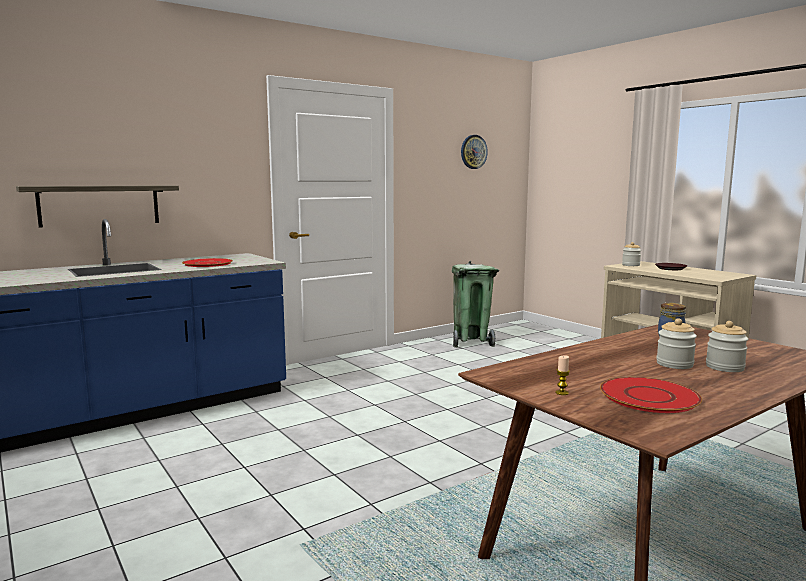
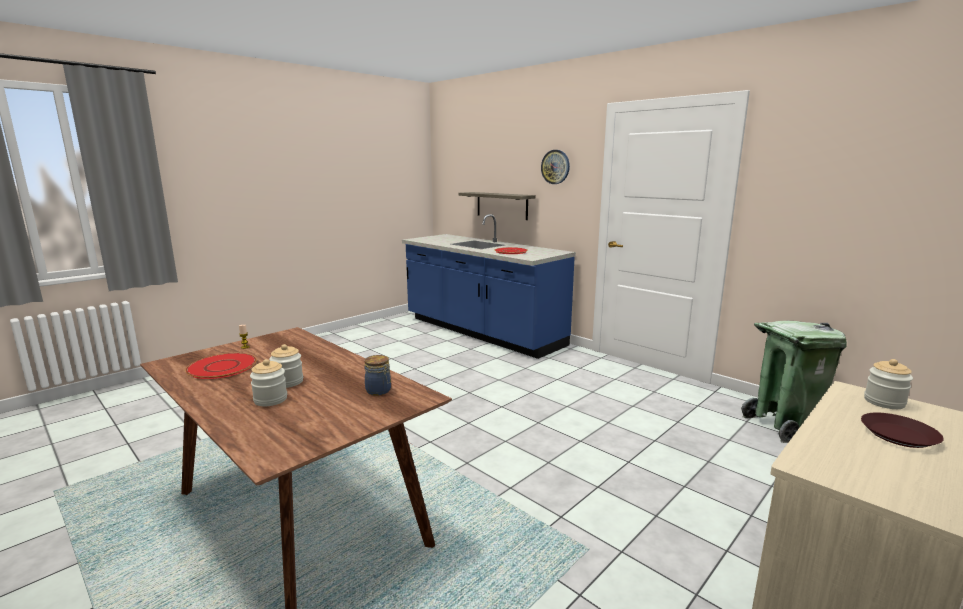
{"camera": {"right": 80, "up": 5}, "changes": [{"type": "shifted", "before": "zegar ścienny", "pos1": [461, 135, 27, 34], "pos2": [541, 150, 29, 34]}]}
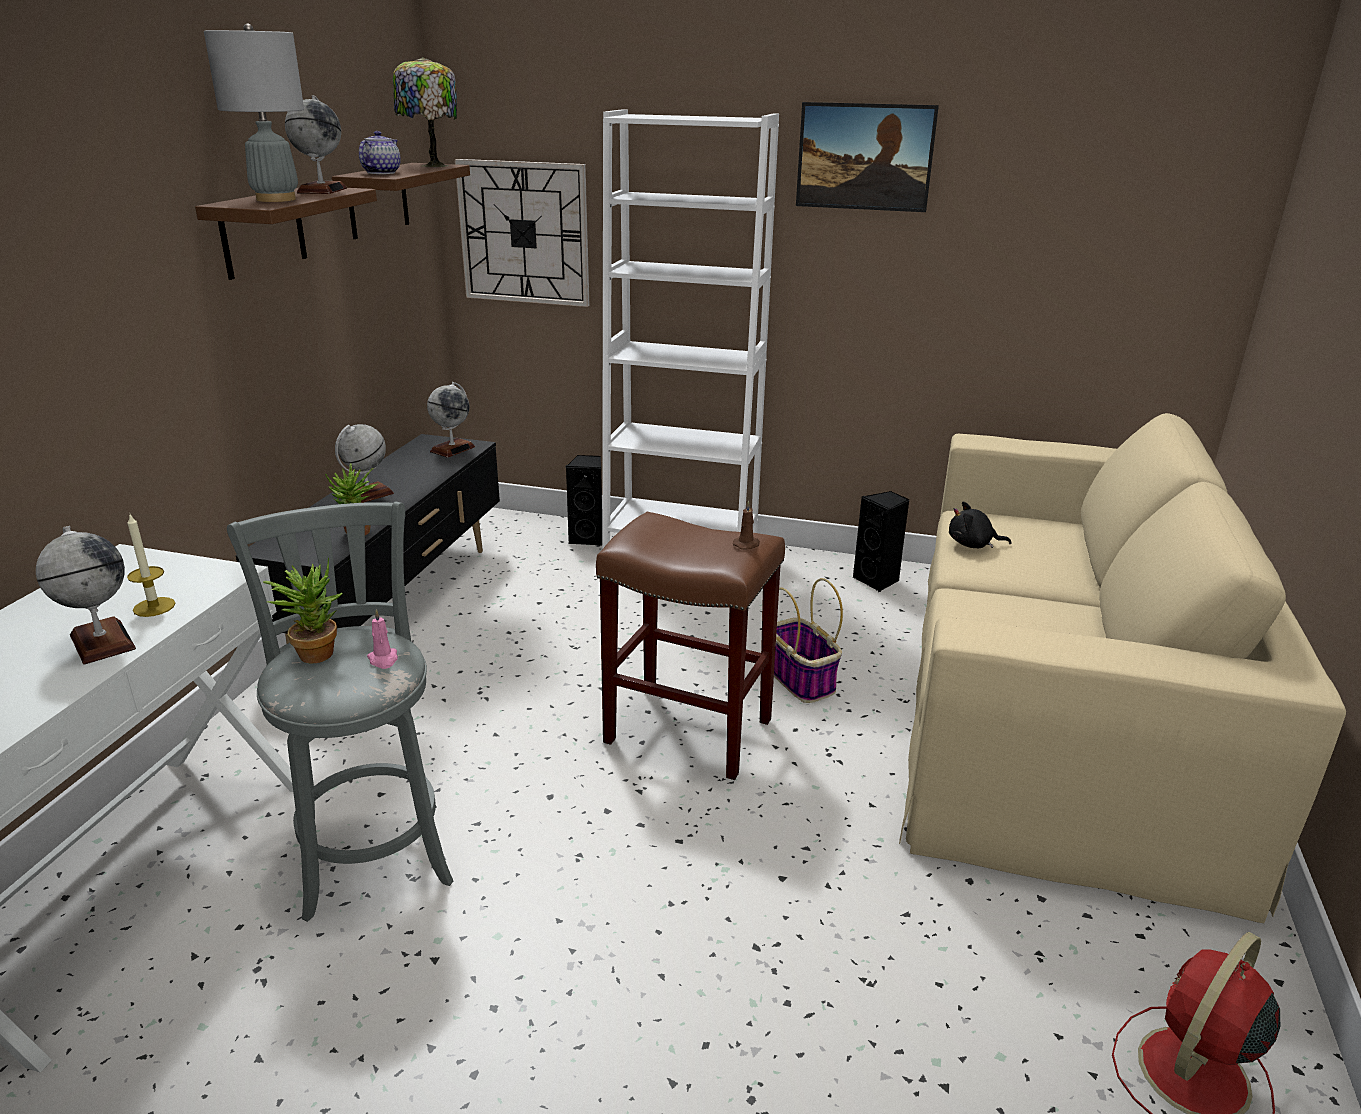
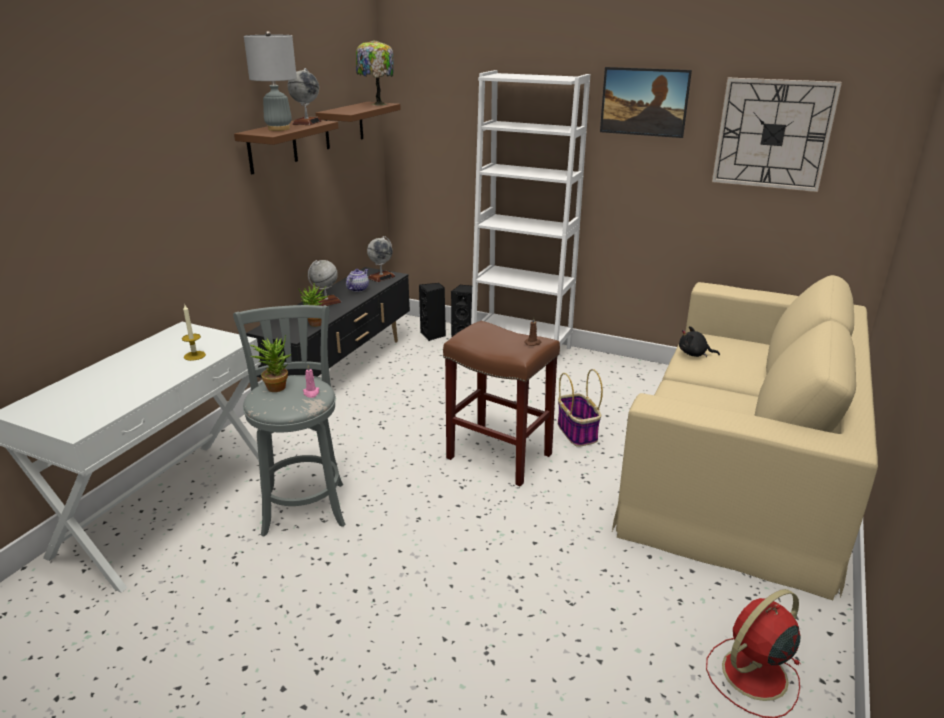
{"camera": {"right": 10, "up": 0}, "changes": [{"type": "shifted", "before": "imbryk", "pos1": [359, 131, 42, 43], "pos2": [346, 269, 23, 23]}, {"type": "shifted", "before": "głośnik [czarny]", "pos1": [853, 491, 57, 101], "pos2": [419, 283, 27, 58]}, {"type": "shifted", "before": "zegar ścienny", "pos1": [455, 159, 135, 148], "pos2": [712, 77, 130, 115]}, {"type": "gone", "before": "globus", "pos1": [36, 526, 100, 139]}]}
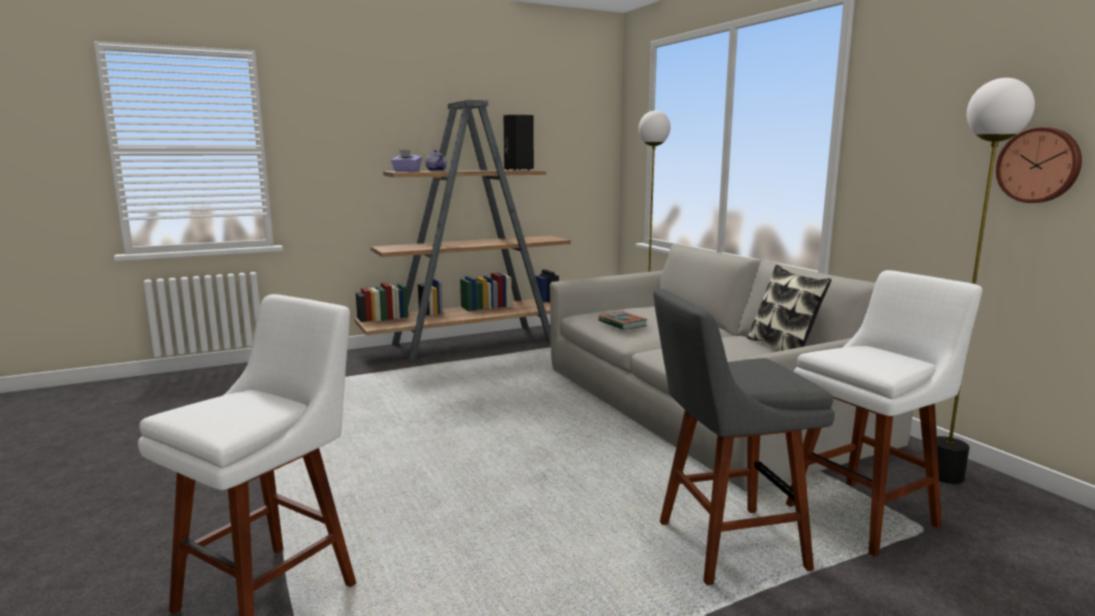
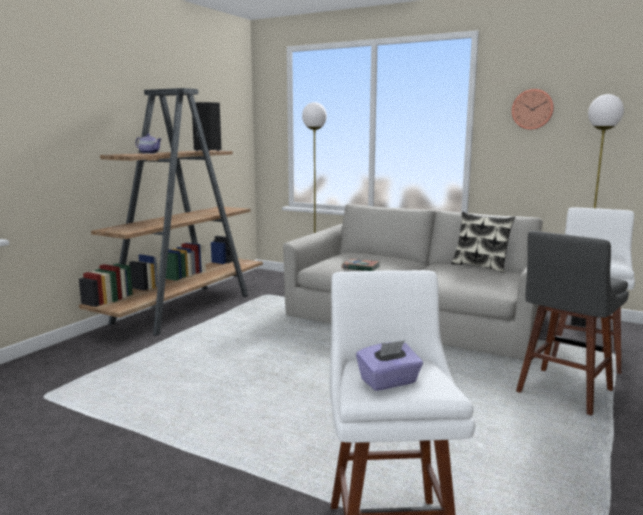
{"camera": {"right": -35, "up": 0}, "changes": [{"type": "shifted", "before": "pudełko chusteczek [fioletowy]", "pos1": [391, 150, 31, 22], "pos2": [356, 340, 67, 51]}, {"type": "shifted", "before": "zegar ścienny", "pos1": [996, 127, 86, 76], "pos2": [512, 89, 42, 41]}]}
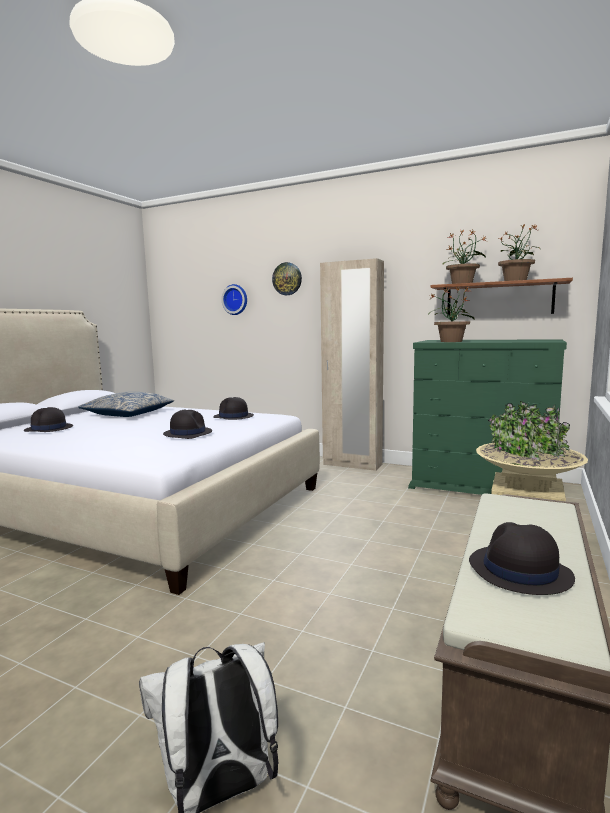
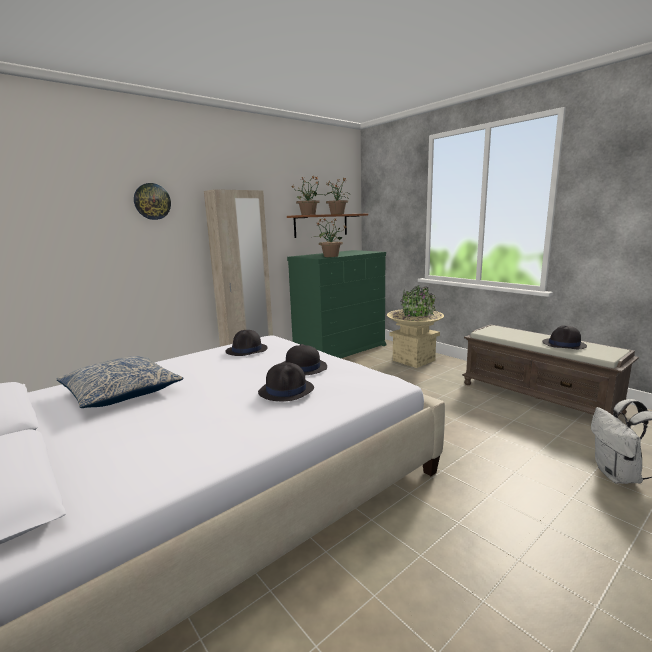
{"camera": {"right": -65, "up": 5}, "changes": [{"type": "shifted", "before": "kapelusz [czarny]", "pos1": [24, 407, 49, 25], "pos2": [258, 363, 56, 38]}, {"type": "gone", "before": "zegar ścienny", "pos1": [221, 284, 26, 31]}]}
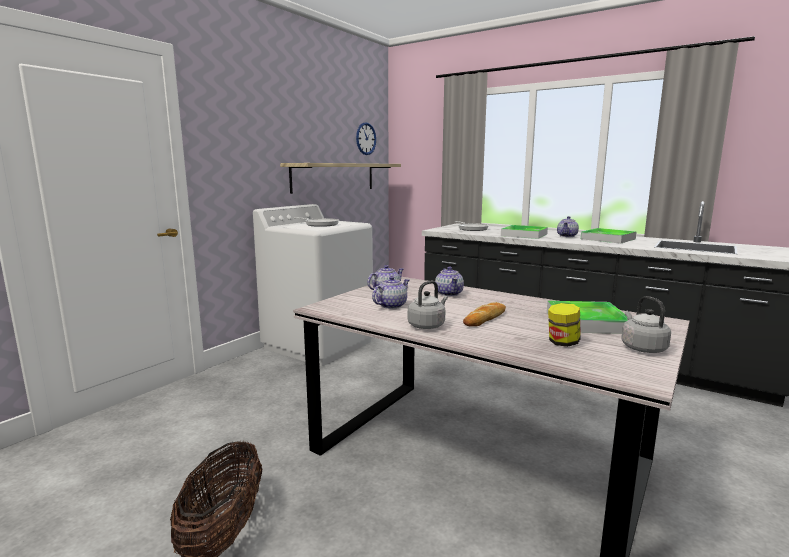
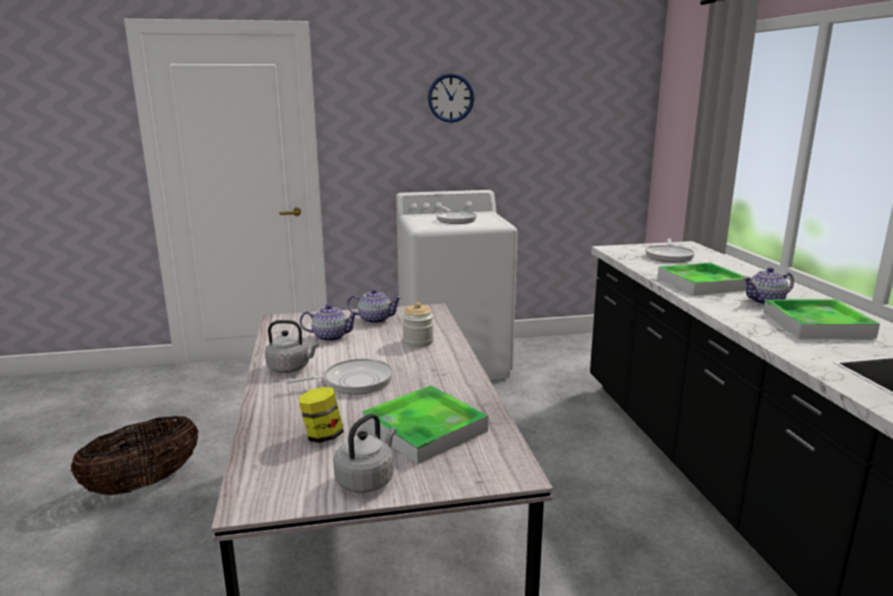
{"camera": {"right": 45, "up": 5}, "changes": [{"type": "swapped", "before": "chleb", "after": "patelnia", "pos1": [463, 302, 43, 25], "pos2": [285, 359, 108, 35]}, {"type": "swapped", "before": "imbryk", "after": "słoik", "pos1": [435, 267, 29, 29], "pos2": [402, 302, 32, 45]}, {"type": "shifted", "before": "zegar ścienny", "pos1": [356, 122, 20, 33], "pos2": [428, 73, 46, 50]}, {"type": "gone", "before": "półka", "pos1": [280, 163, 121, 31]}]}
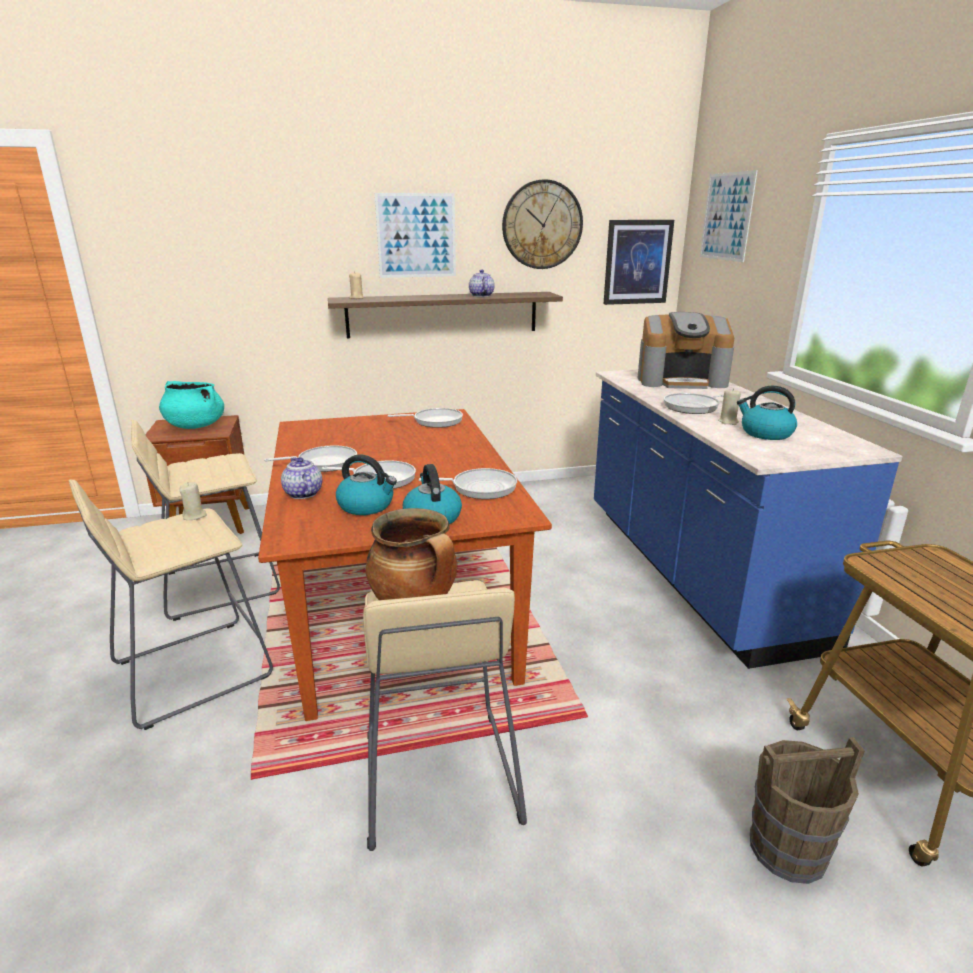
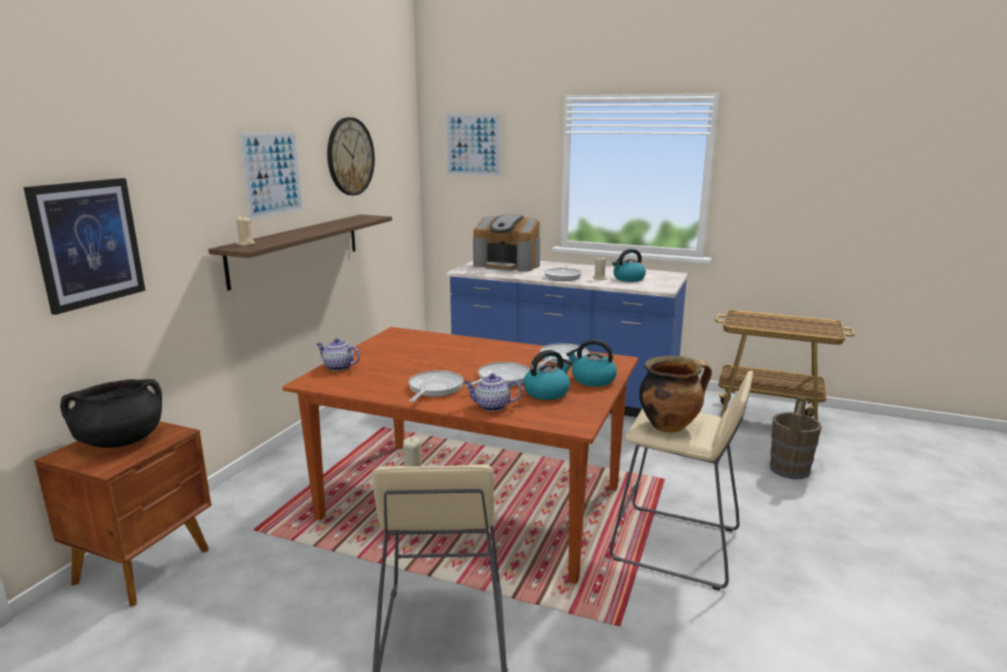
{"camera": {"right": -55, "up": -5}, "changes": [{"type": "shifted", "before": "obraz", "pos1": [604, 220, 70, 85], "pos2": [23, 178, 122, 137]}, {"type": "repainted", "before": "garnek [turkusowy]", "after": "garnek [czarny]", "pos1": [159, 381, 65, 48], "pos2": [60, 379, 102, 69]}, {"type": "shifted", "before": "imbryk", "pos1": [469, 270, 26, 27], "pos2": [316, 339, 44, 32]}, {"type": "rotated", "before": "ekspres do kawy", "pos1": [638, 312, 96, 77], "pos2": [473, 215, 67, 57], "turn": 75}, {"type": "gone", "before": "stołek [beżowy]", "pos1": [131, 420, 149, 201]}, {"type": "gone", "before": "patelnia", "pos1": [388, 408, 75, 20]}]}
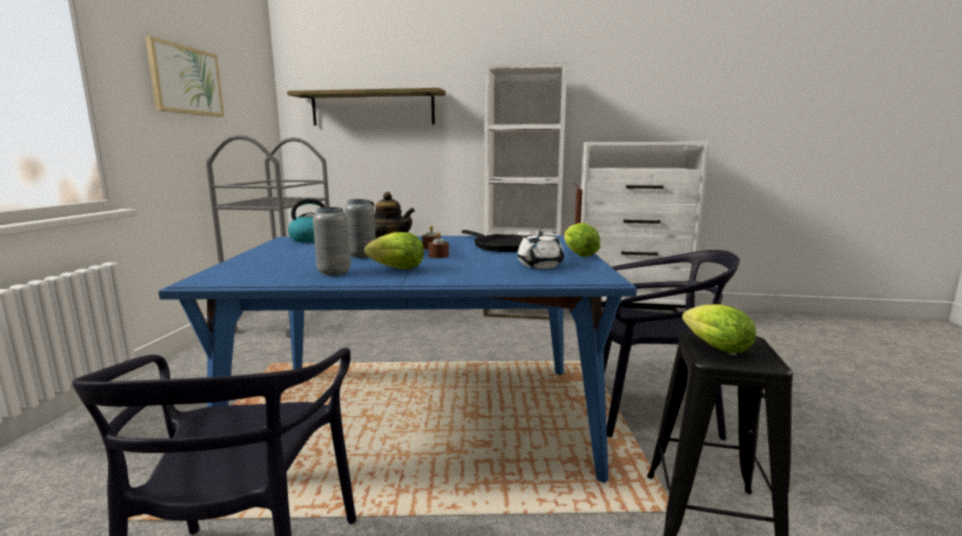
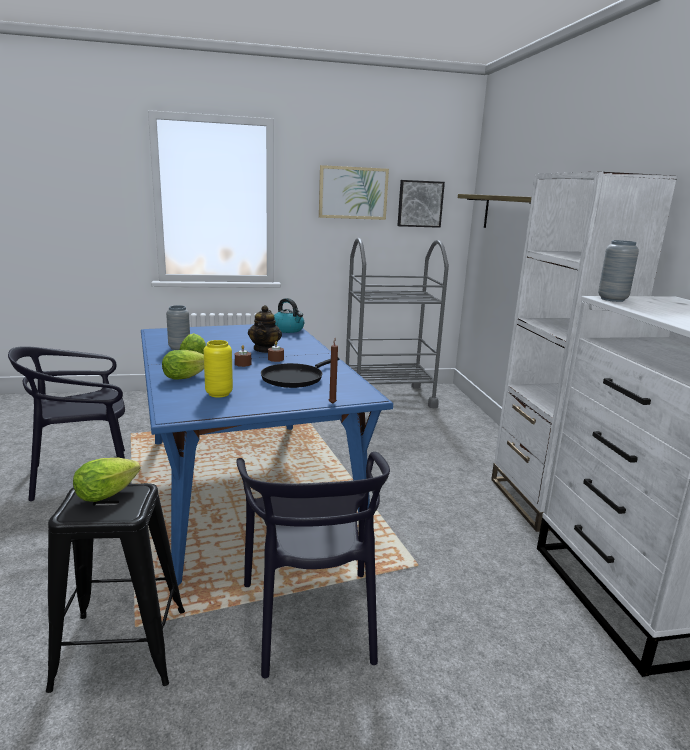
{"camera": {"right": 70, "up": 5}, "changes": [{"type": "shifted", "before": "sałata", "pos1": [564, 223, 36, 34], "pos2": [162, 350, 42, 30]}, {"type": "swapped", "before": "imbryk [biały]", "after": "wazon [żółty]", "pos1": [517, 229, 47, 40], "pos2": [203, 340, 30, 58]}, {"type": "new", "after": "obraz", "pos2": [397, 180, 48, 48]}, {"type": "shifted", "before": "wazon [szary]", "pos1": [344, 199, 32, 59], "pos2": [598, 240, 41, 62]}]}
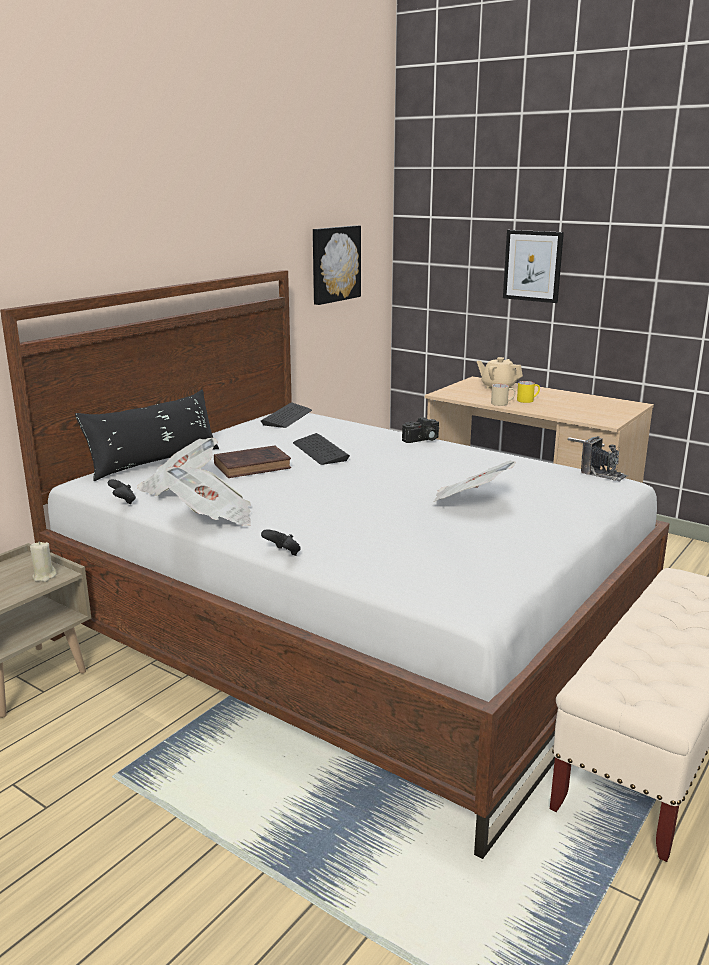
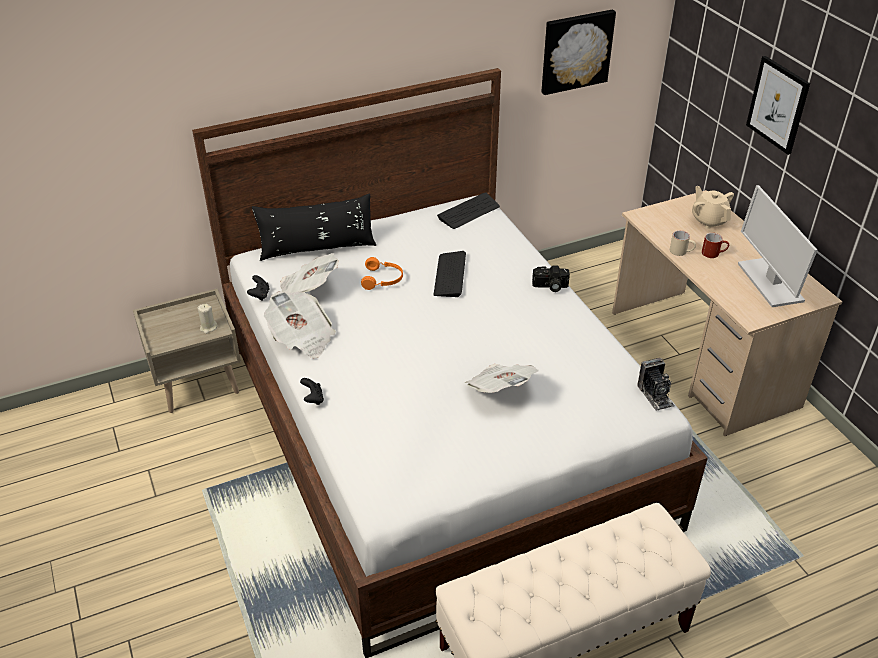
{"camera": {"right": 30, "up": 20}, "changes": [{"type": "swapped", "before": "książka [brązowy]", "after": "słuchawki [pomarańczowy]", "pos1": [214, 446, 77, 32], "pos2": [361, 257, 42, 33]}, {"type": "repainted", "before": "kubek [żółty]", "after": "kubek [czerwony]", "pos1": [517, 381, 23, 22], "pos2": [702, 233, 27, 25]}, {"type": "new", "after": "monitor", "pos2": [738, 185, 79, 122]}]}
